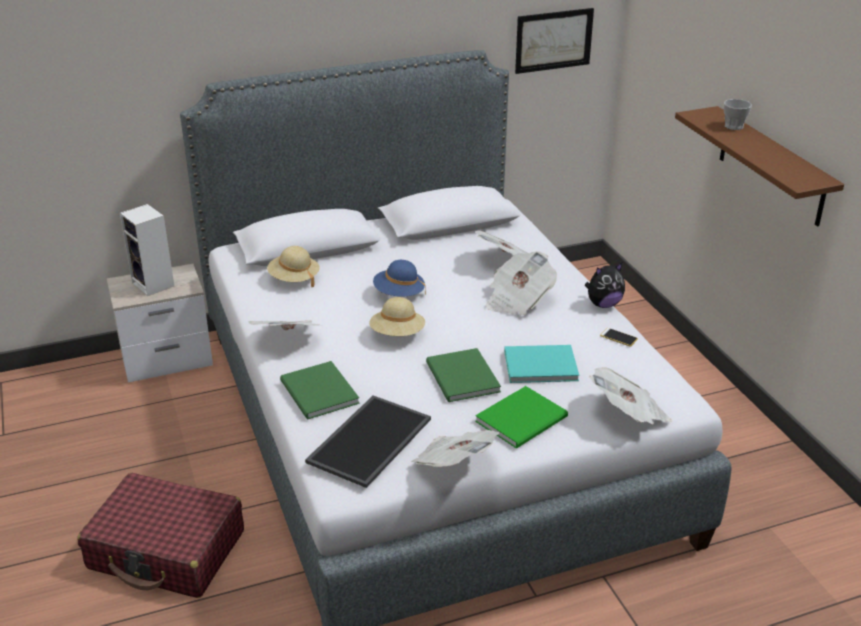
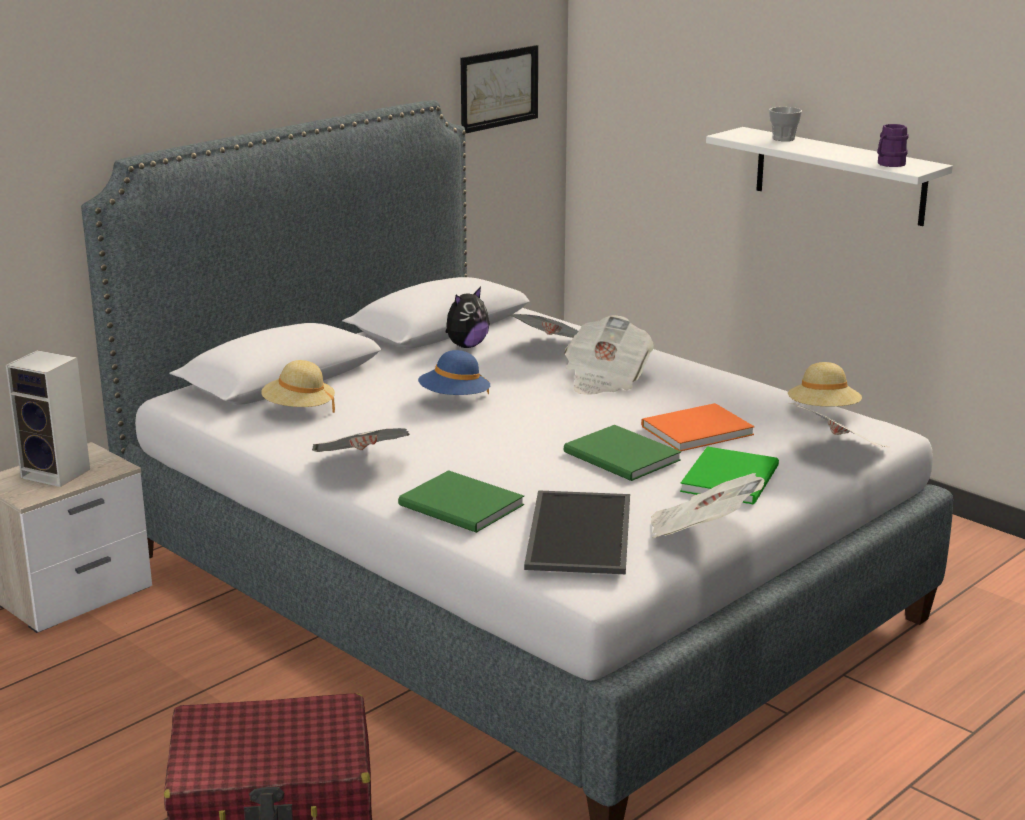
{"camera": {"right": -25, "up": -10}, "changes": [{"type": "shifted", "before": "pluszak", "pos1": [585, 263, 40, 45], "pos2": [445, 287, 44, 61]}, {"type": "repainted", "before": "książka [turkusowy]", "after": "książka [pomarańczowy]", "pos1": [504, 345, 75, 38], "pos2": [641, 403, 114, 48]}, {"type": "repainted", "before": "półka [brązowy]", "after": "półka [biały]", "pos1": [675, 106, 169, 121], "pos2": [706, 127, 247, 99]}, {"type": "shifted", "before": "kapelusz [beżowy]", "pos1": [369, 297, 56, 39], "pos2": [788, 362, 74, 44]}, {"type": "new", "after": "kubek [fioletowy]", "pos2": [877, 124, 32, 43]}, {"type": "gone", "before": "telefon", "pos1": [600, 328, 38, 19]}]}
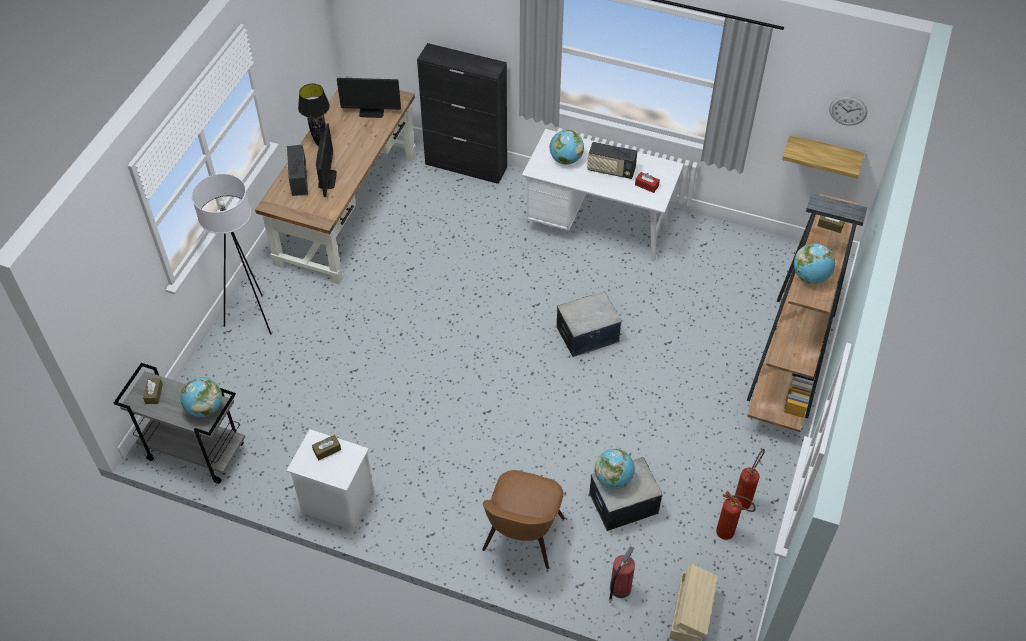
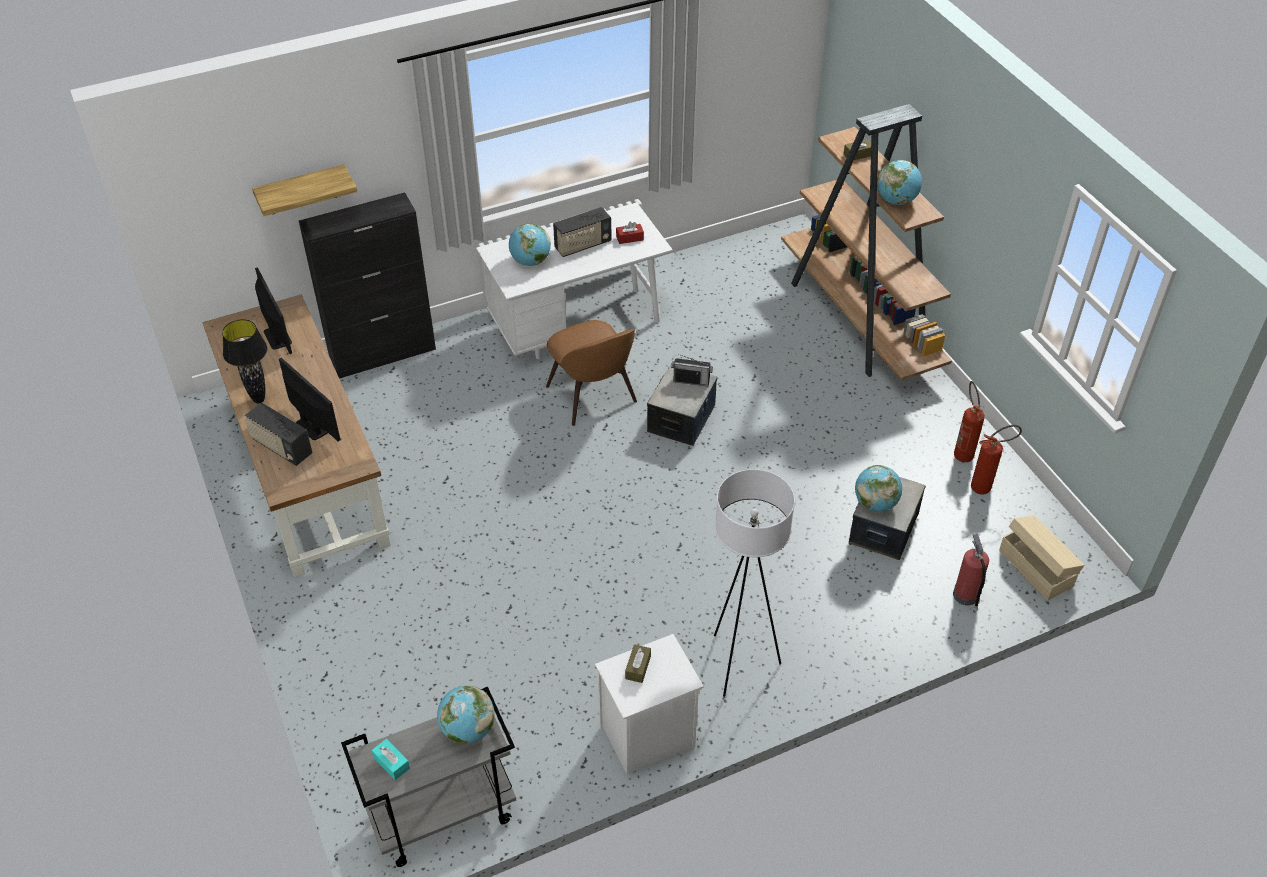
{"camera": {"right": -45, "up": -5}, "changes": [{"type": "shifted", "before": "półka", "pos1": [782, 135, 82, 43], "pos2": [252, 165, 105, 51]}, {"type": "rotated", "before": "monitor", "pos1": [337, 78, 64, 40], "pos2": [255, 267, 37, 87], "turn": -75}, {"type": "repainted", "before": "pudełko chusteczek [brązowy]", "after": "pudełko chusteczek [turkusowy]", "pos1": [143, 378, 20, 26], "pos2": [372, 739, 38, 41]}, {"type": "shifted", "before": "krzesło [brązowy]", "pos1": [482, 470, 83, 99], "pos2": [546, 320, 91, 106]}, {"type": "new", "after": "radio", "pos2": [671, 354, 42, 32]}, {"type": "shifted", "before": "lampa stojąca [biały]", "pos1": [192, 174, 80, 161], "pos2": [714, 469, 81, 228]}, {"type": "gone", "before": "zegar ścienny", "pos1": [829, 96, 38, 30]}]}
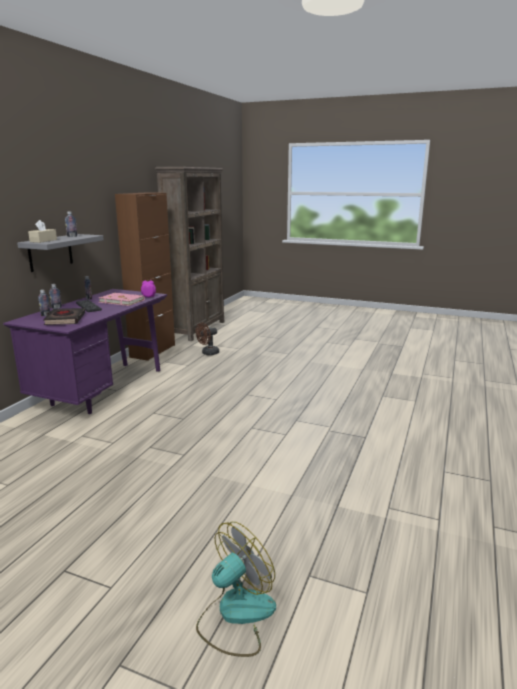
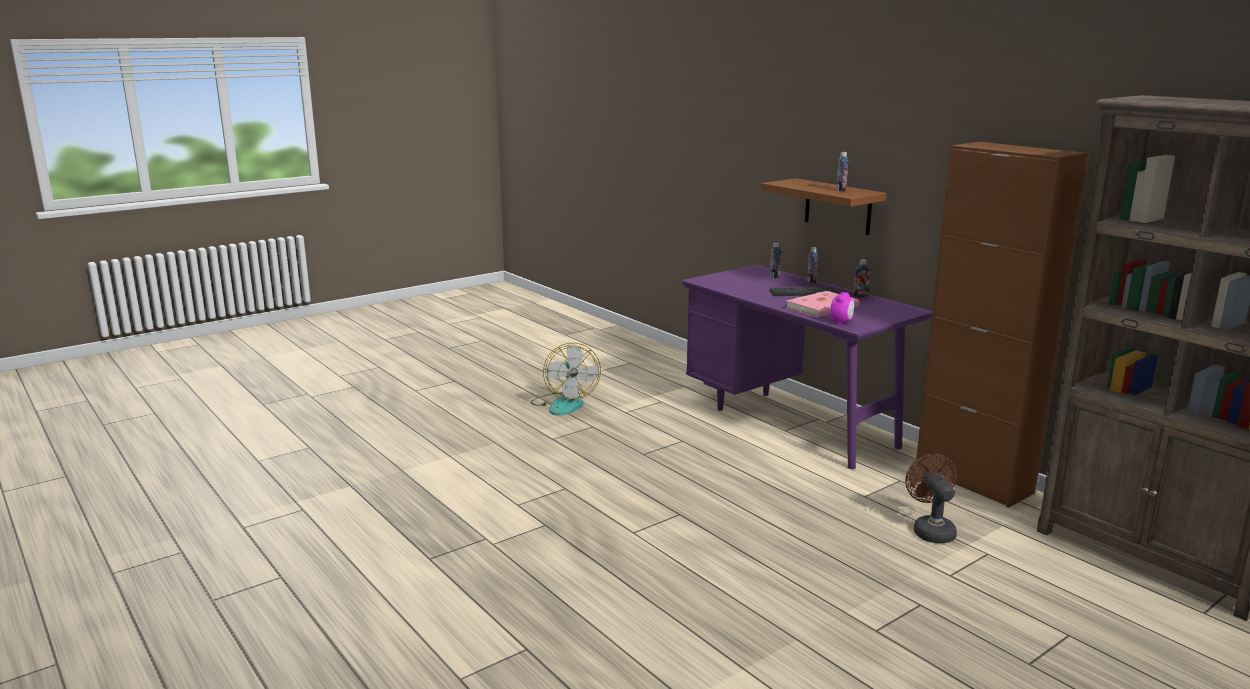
{"camera": {"right": 120, "up": 0}, "changes": [{"type": "shifted", "before": "wentylator", "pos1": [196, 522, 80, 135], "pos2": [530, 343, 71, 72]}, {"type": "repainted", "before": "półka [szary]", "after": "półka [brązowy]", "pos1": [17, 234, 87, 38], "pos2": [761, 178, 126, 57]}, {"type": "gone", "before": "pudełko chusteczek [beżowy]", "pos1": [28, 220, 29, 23]}, {"type": "gone", "before": "książka [czarny]", "pos1": [43, 308, 42, 17]}]}
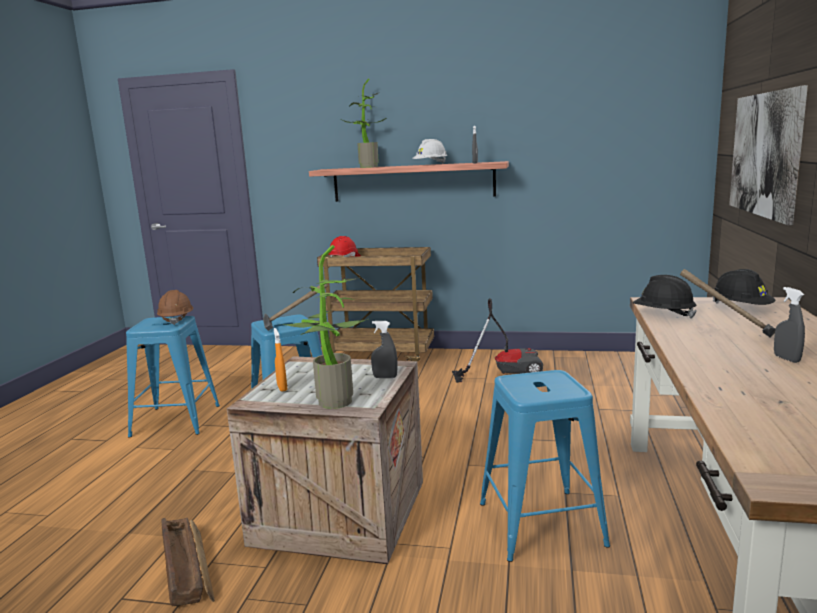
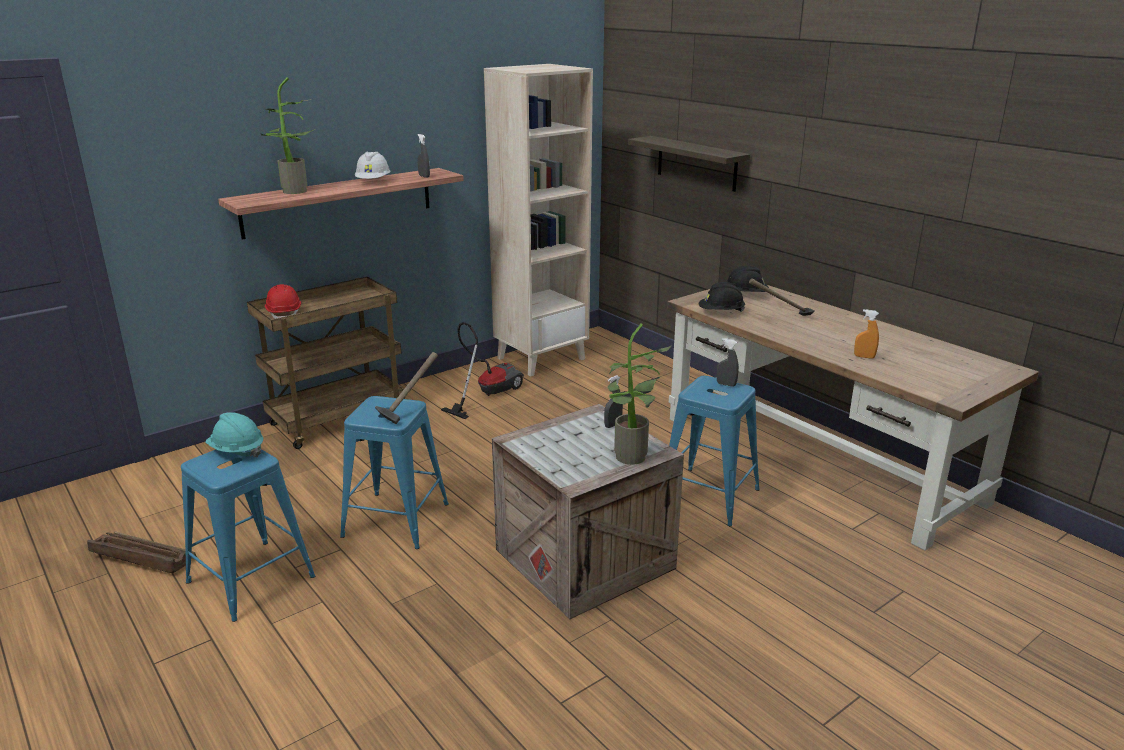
{"camera": {"right": -50, "up": 10}, "changes": [{"type": "shifted", "before": "skrzynka", "pos1": [162, 518, 53, 88], "pos2": [87, 531, 110, 42]}, {"type": "repainted", "before": "kask [brązowy]", "after": "kask [turkusowy]", "pos1": [157, 290, 36, 35], "pos2": [206, 412, 57, 45]}, {"type": "new", "after": "regał [beżowy]", "pos2": [484, 64, 109, 313]}, {"type": "swapped", "before": "obraz", "after": "półka", "pos1": [729, 85, 79, 140], "pos2": [628, 136, 122, 56]}, {"type": "shifted", "before": "spryskiwacz [szary]", "pos1": [774, 287, 31, 76], "pos2": [717, 338, 22, 49]}, {"type": "shifted", "before": "spryskiwacz [pomarańczowy]", "pos1": [274, 328, 13, 64], "pos2": [854, 309, 25, 50]}]}
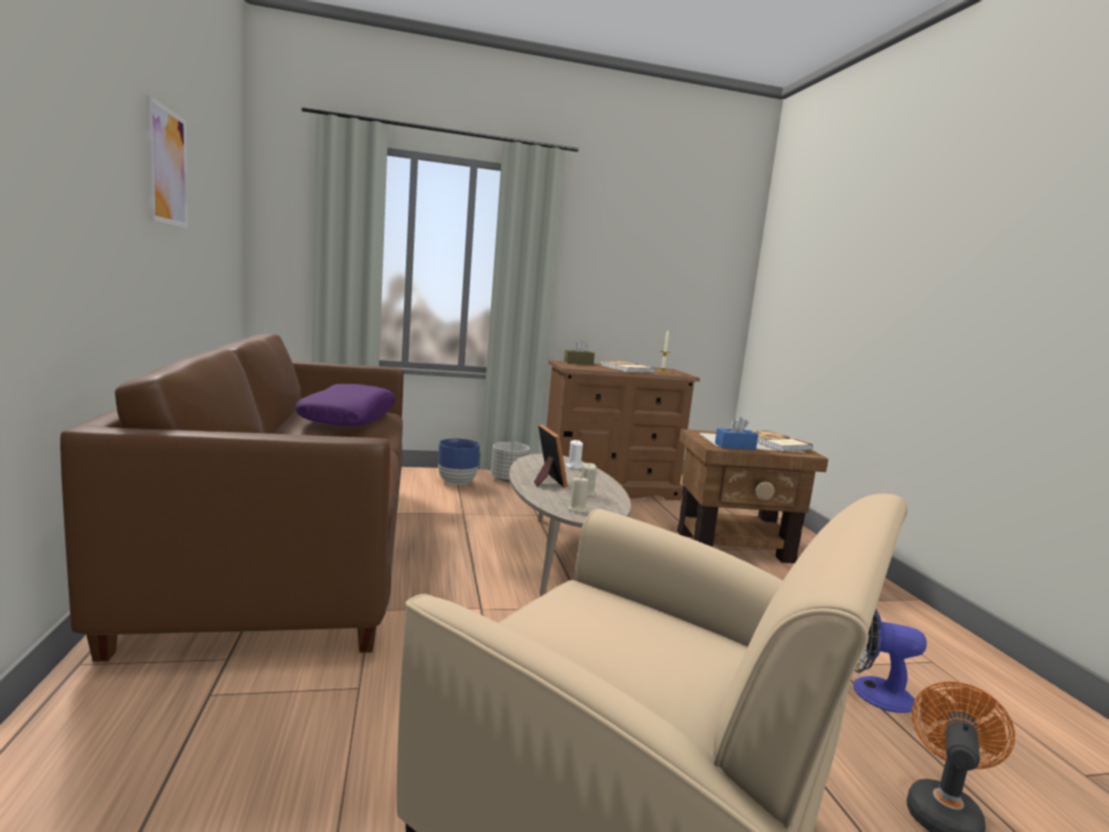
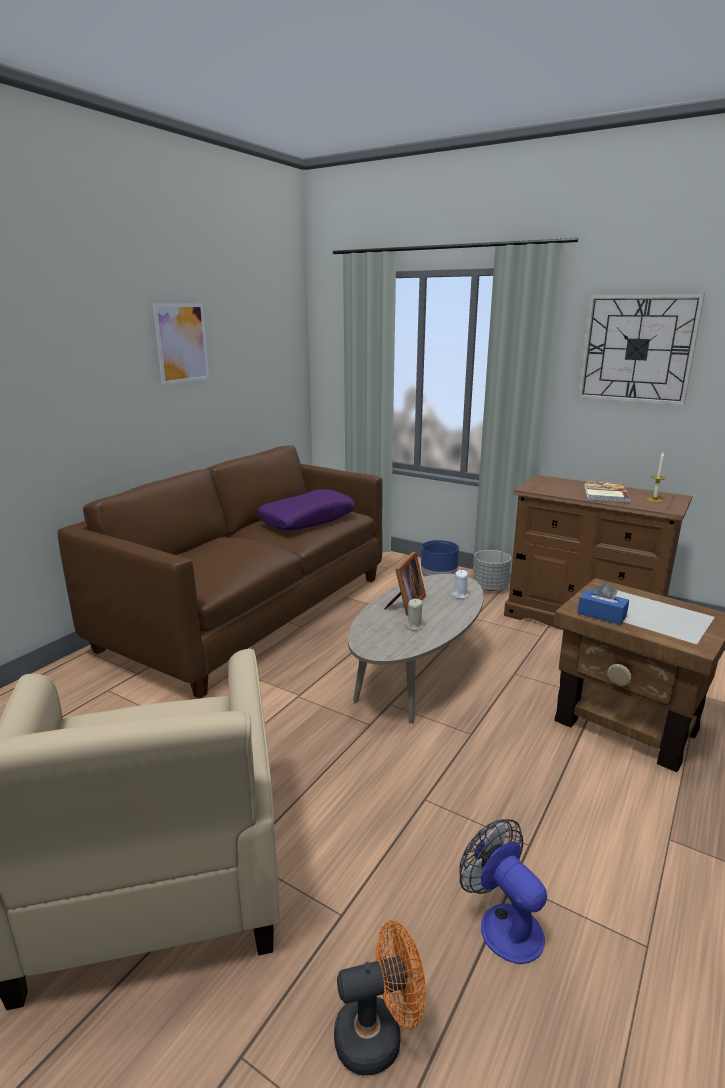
{"camera": {"right": 45, "up": 10}, "changes": [{"type": "new", "after": "zegar ścienny", "pos2": [578, 294, 127, 112]}, {"type": "gone", "before": "pudełko chusteczek [brązowy]", "pos1": [564, 340, 31, 25]}, {"type": "gone", "before": "świeca [beżowy]", "pos1": [568, 476, 21, 37]}, {"type": "gone", "before": "książka", "pos1": [752, 430, 61, 22]}]}
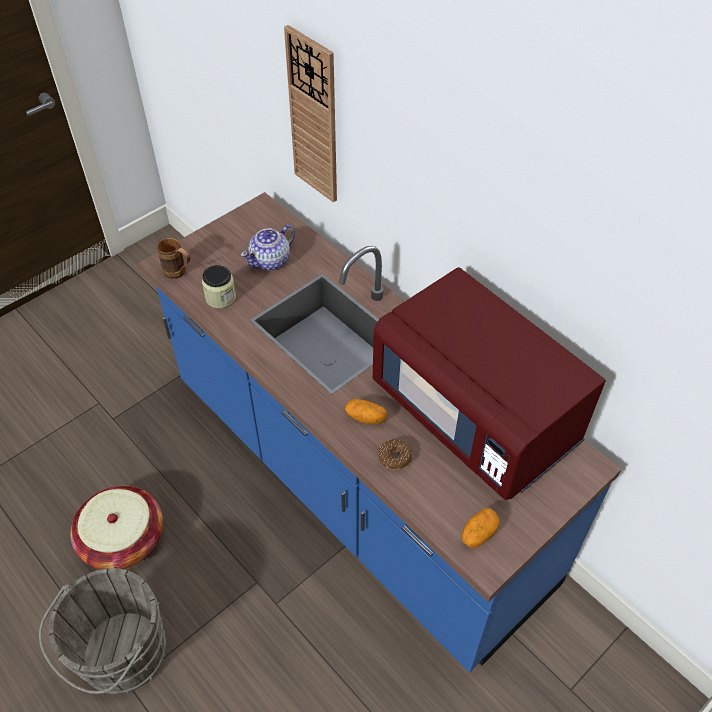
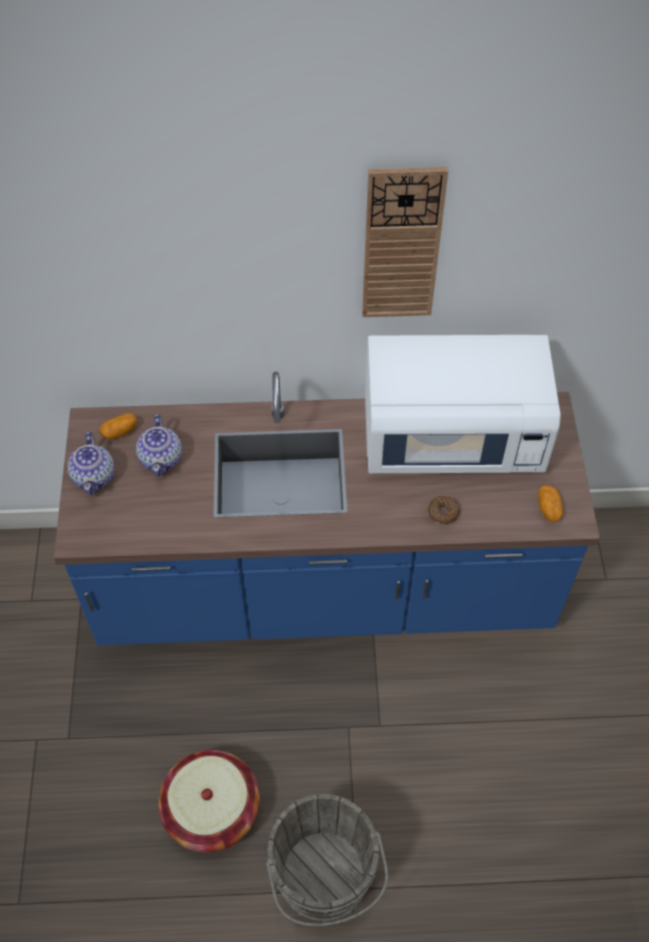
{"camera": {"right": -50, "up": 5}, "changes": [{"type": "new", "after": "imbryk", "pos2": [67, 432, 48, 63]}, {"type": "shifted", "before": "ziemniak", "pos1": [345, 399, 43, 25], "pos2": [100, 413, 37, 26]}, {"type": "shifted", "before": "zegar ścienny", "pos1": [284, 25, 53, 178], "pos2": [362, 167, 86, 150]}, {"type": "repainted", "before": "mikrofalówka [czerwony]", "after": "mikrofalówka [biały]", "pos1": [373, 267, 233, 233], "pos2": [365, 335, 196, 138]}, {"type": "gone", "before": "kubek [brązowy]", "pos1": [157, 238, 33, 41]}, {"type": "gone", "before": "słoik", "pos1": [202, 265, 34, 43]}]}
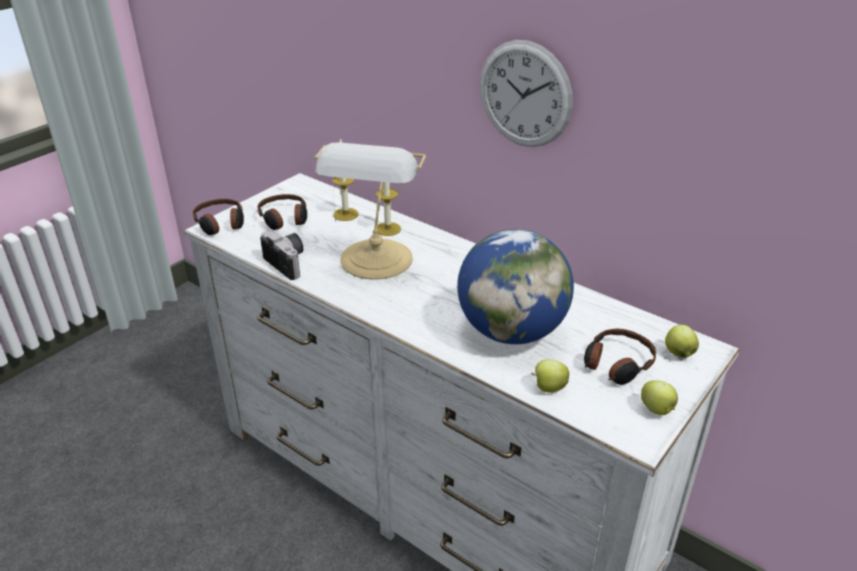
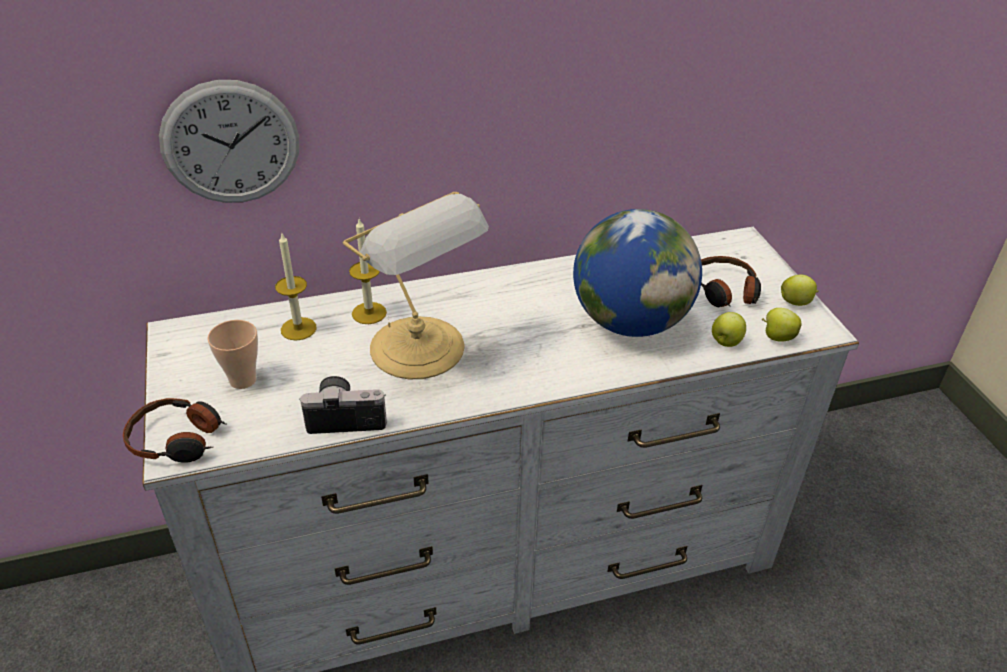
{"camera": {"right": -55, "up": 5}, "changes": [{"type": "shifted", "before": "zegar ścienny", "pos1": [480, 40, 93, 107], "pos2": [159, 80, 140, 123]}, {"type": "swapped", "before": "słuchawki", "after": "filiżanka", "pos1": [258, 194, 49, 36], "pos2": [207, 320, 51, 69]}, {"type": "shifted", "before": "jabłko", "pos1": [665, 325, 34, 33], "pos2": [761, 308, 40, 34]}]}
